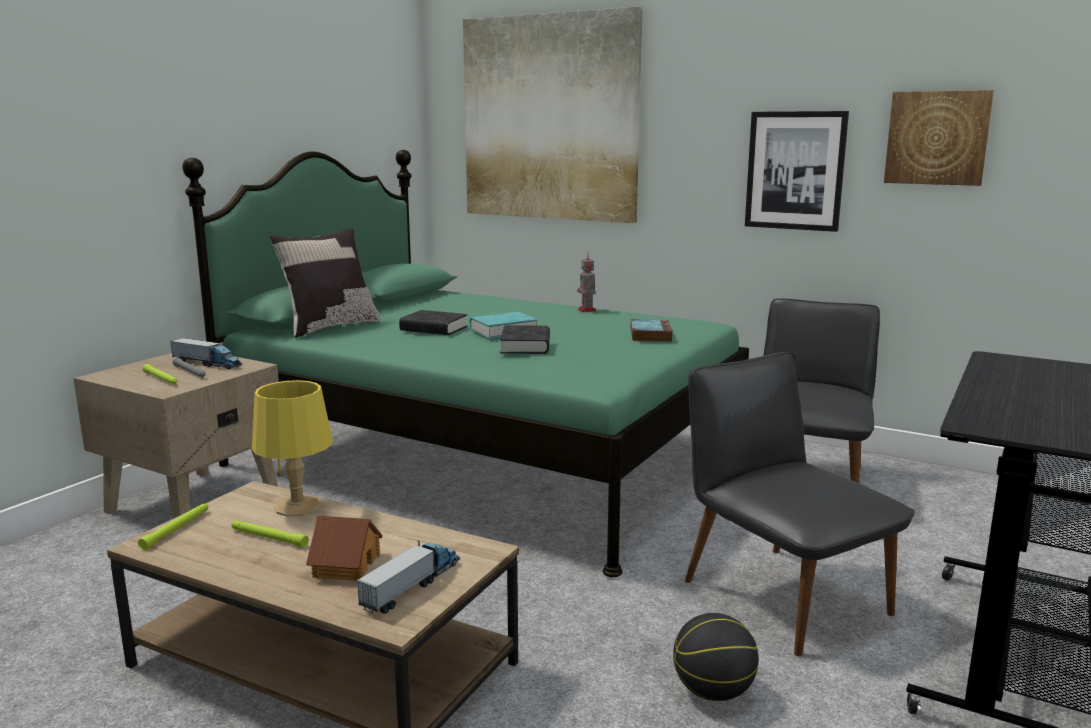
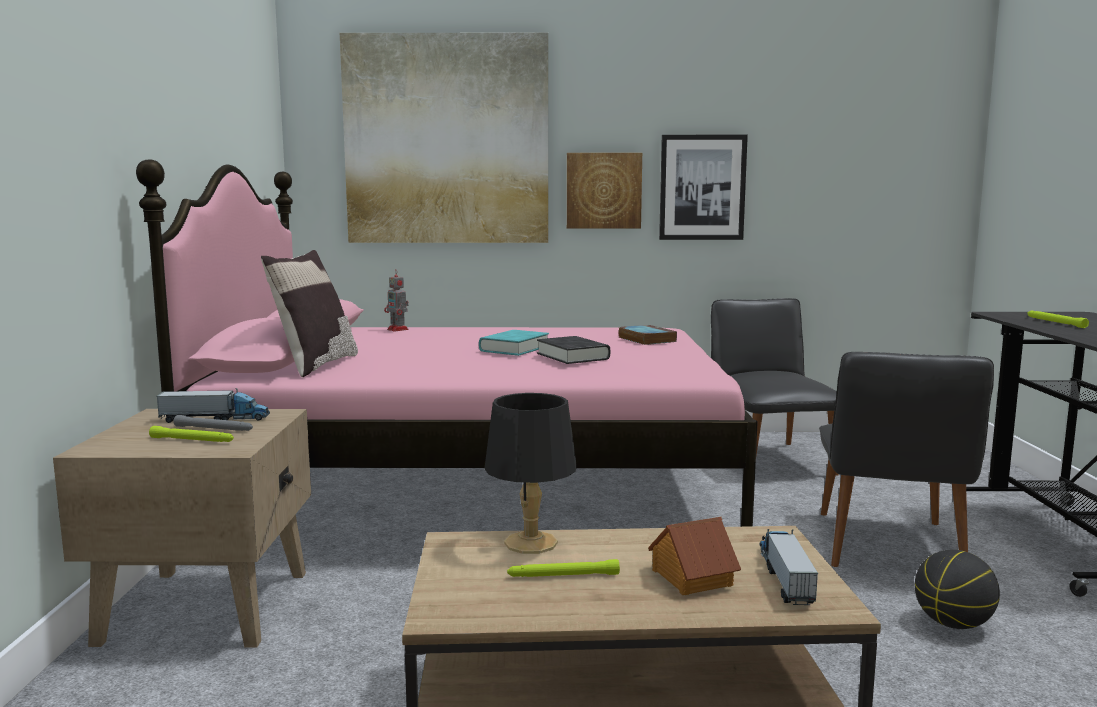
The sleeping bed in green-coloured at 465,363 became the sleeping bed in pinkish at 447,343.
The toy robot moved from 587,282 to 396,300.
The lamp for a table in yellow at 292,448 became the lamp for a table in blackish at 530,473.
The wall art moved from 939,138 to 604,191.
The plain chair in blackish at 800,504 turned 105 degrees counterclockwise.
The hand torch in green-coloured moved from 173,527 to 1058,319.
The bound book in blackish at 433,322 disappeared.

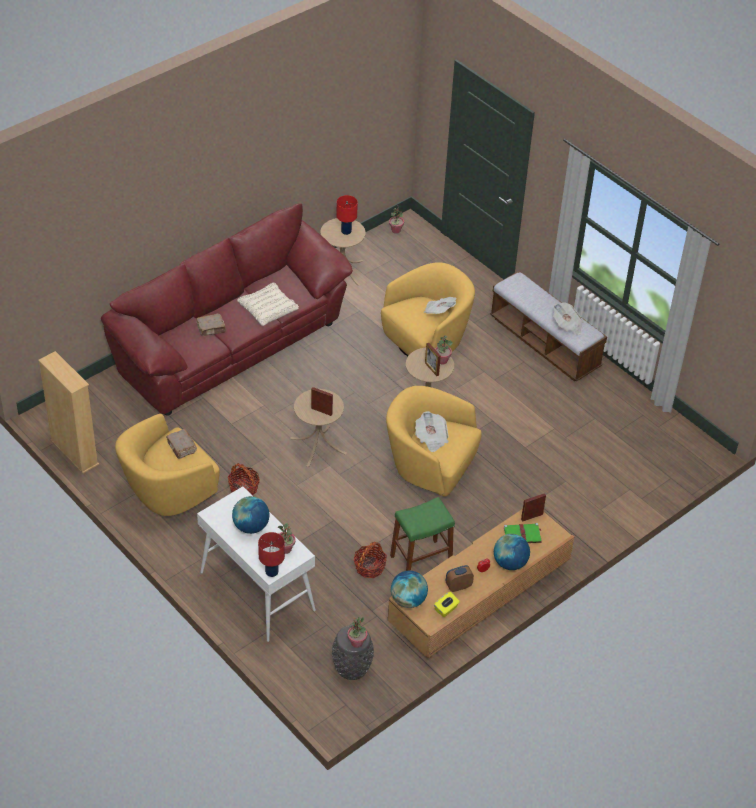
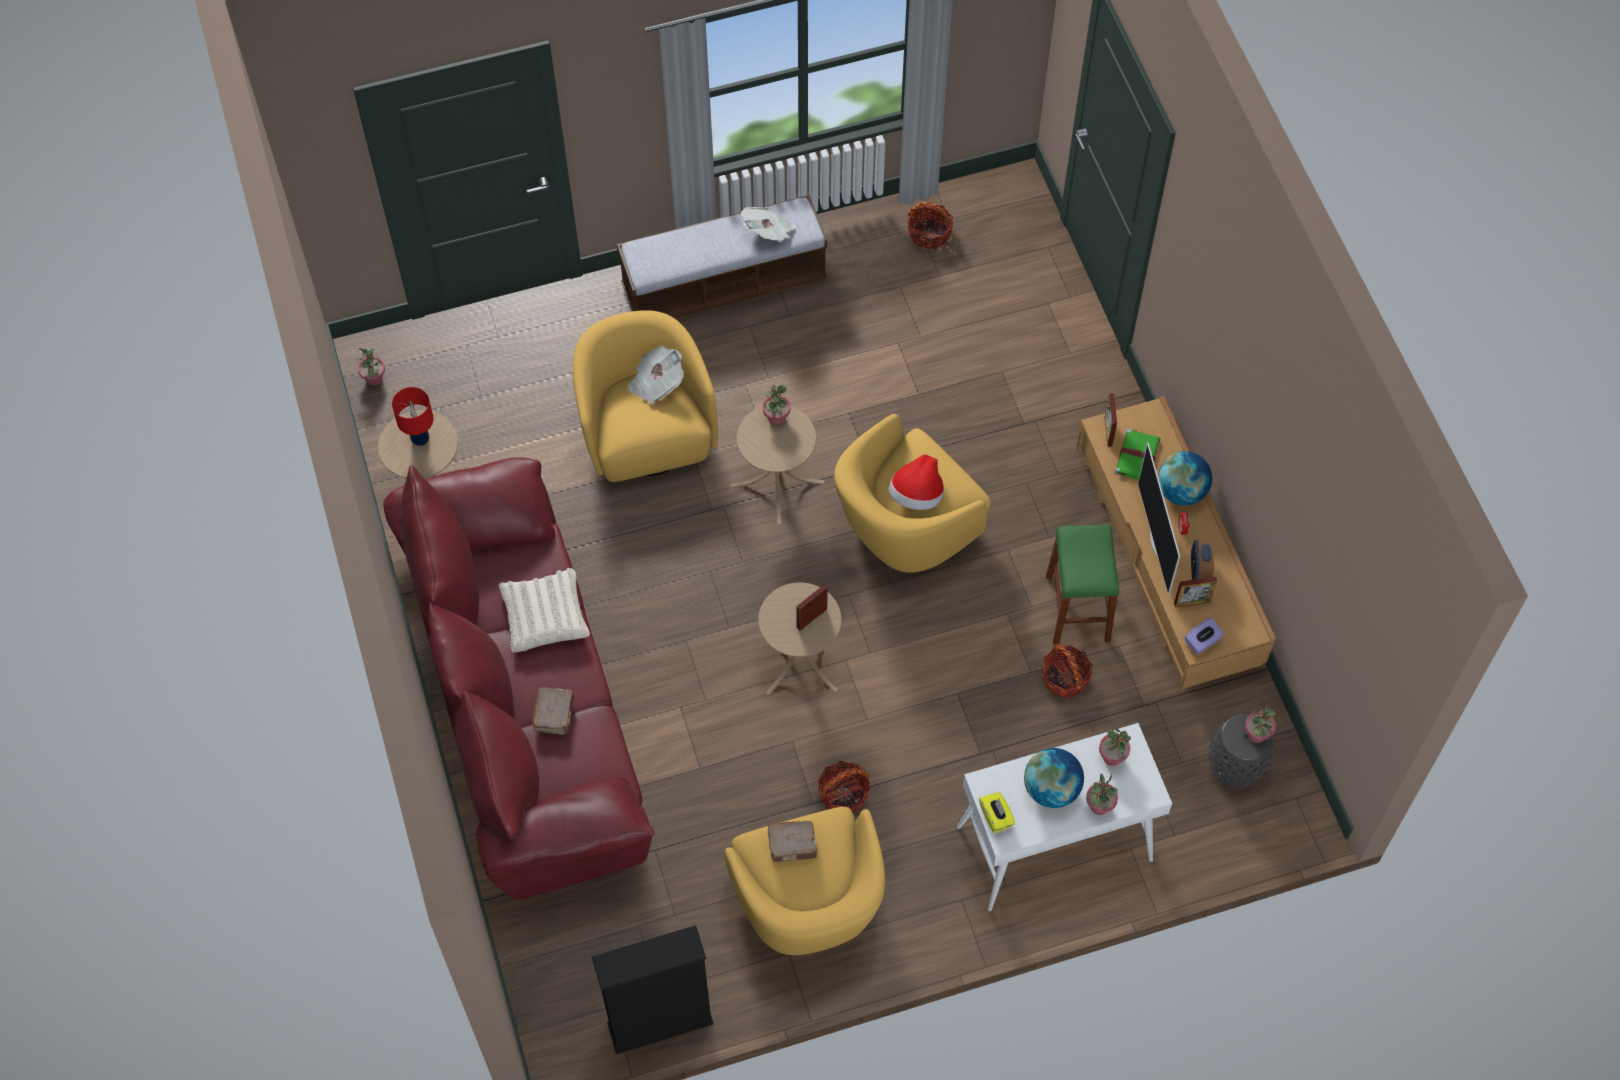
The bookcase in sand-coloured at 68,412 became the bookcase in blackish at 653,989.
The printed paper at 432,431 was replaced by the clothing hat at 916,482.
The household basket at 930,225 appeared.
The tissue holder in yellow moved from 447,604 to 997,812.
The houseplant at 1102,794 appeared.
The TV set at 1159,519 appeared.
The picture frame moved from 433,359 to 1195,592.
The globe at 409,589 was replaced by the tissue holder in purple at 1204,636.
The lamp for a table in red at 271,554 disappeared.

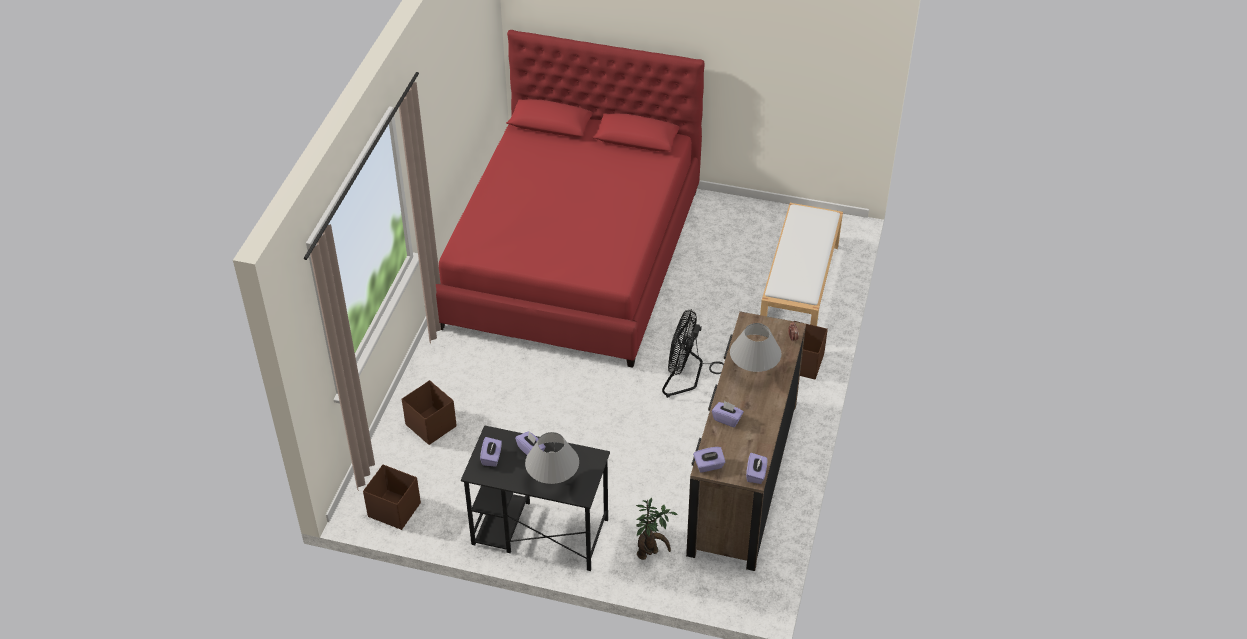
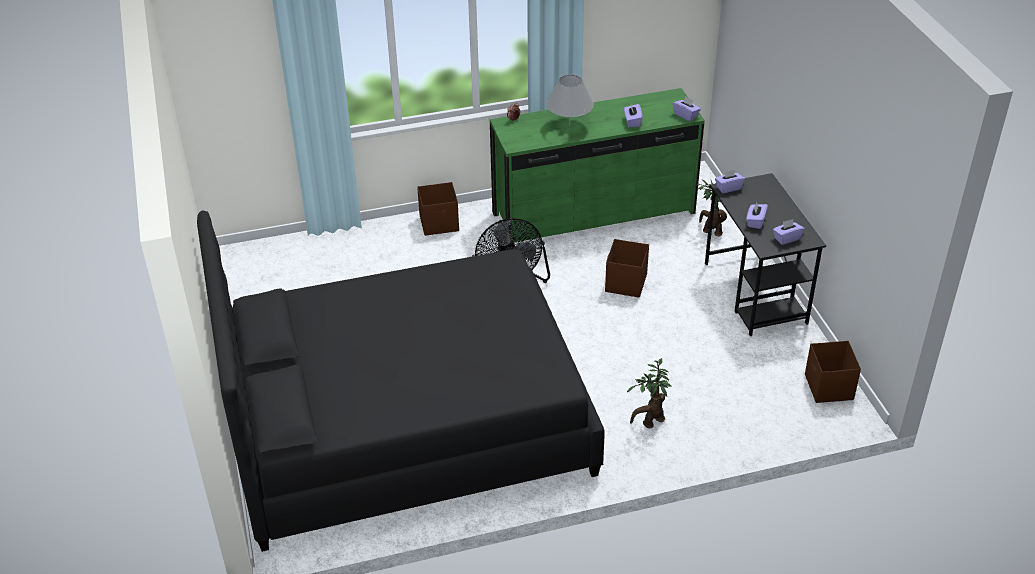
The sleeping bed in red at 570,199 became the sleeping bed in blackish at 401,381.
The dresser in brown at 746,441 became the dresser in green-coloured at 597,165.
The storage container in brown moved from 429,412 to 627,268.
The houseplant at 649,393 appeared.
The tissue holder in purple moved from 756,468 to 730,181.
The lamp for a table in grey at 552,458 disappeared.
The long seat in whitish at 801,264 disappeared.

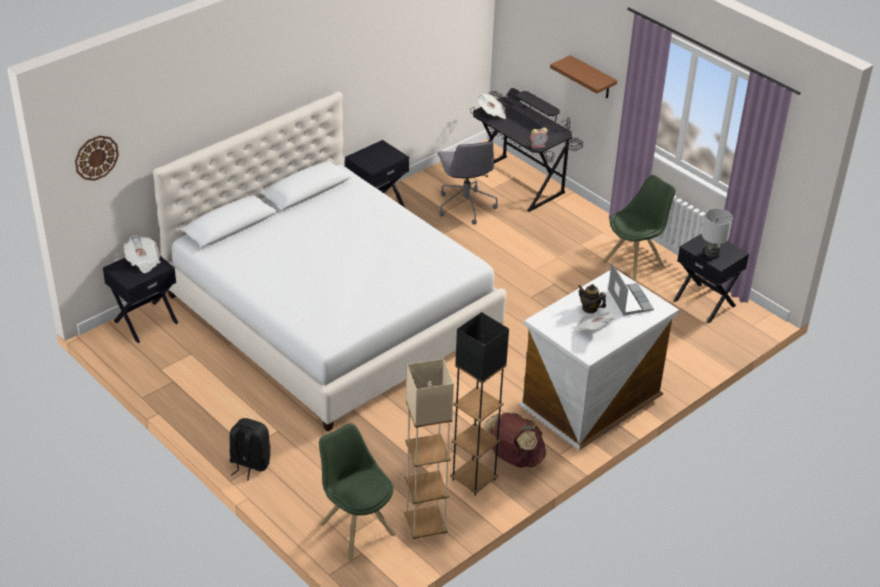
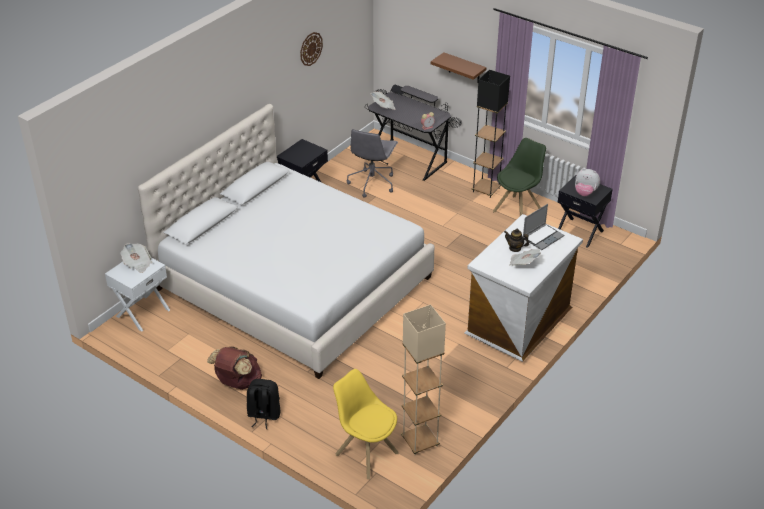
The bedside table in blackish at 140,299 became the bedside table in whitish at 137,295.
The backpack in brown moved from 514,440 to 234,368.
The hanging clock moved from 97,158 to 311,49.
The plain chair in green-coloured at 357,491 became the plain chair in yellow at 366,424.
The computer chair in grey at 467,183 turned 45 degrees clockwise.
The standard lamp in blackish moved from 479,404 to 491,134.
The portable computer at 631,289 turned 75 degrees clockwise.
The lamp for a table in grey at 717,233 was replaced by the plush toy at 587,182.

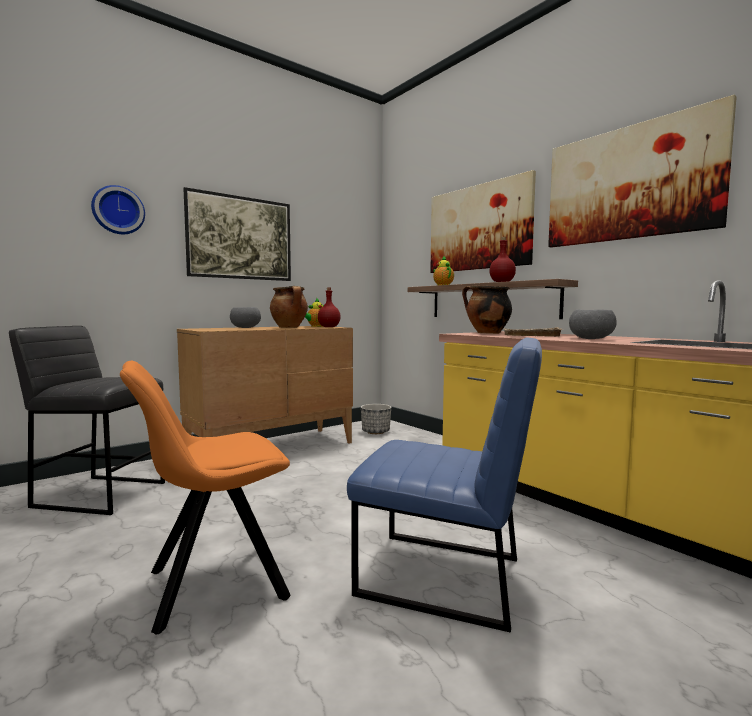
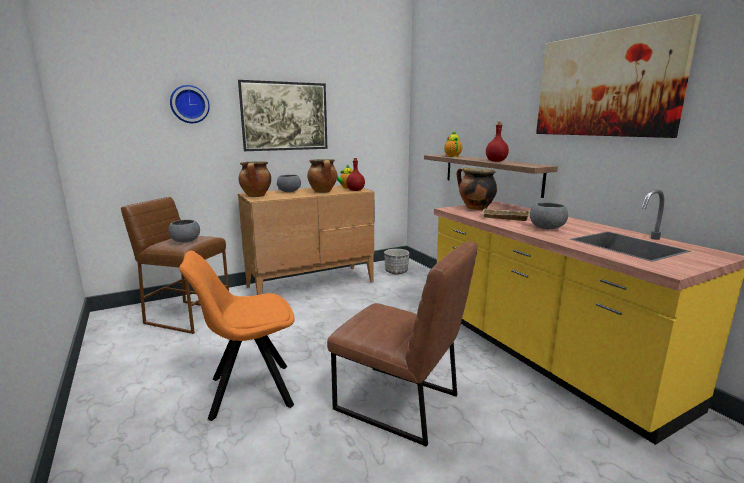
The stool in grey at 87,420 became the stool in brown at 175,265.
The bowl in grey at 184,231 appeared.
The stockpot at 255,179 appeared.
The plain chair in blue at 444,484 became the plain chair in brown at 402,344.
The wall art at 483,221 disappeared.

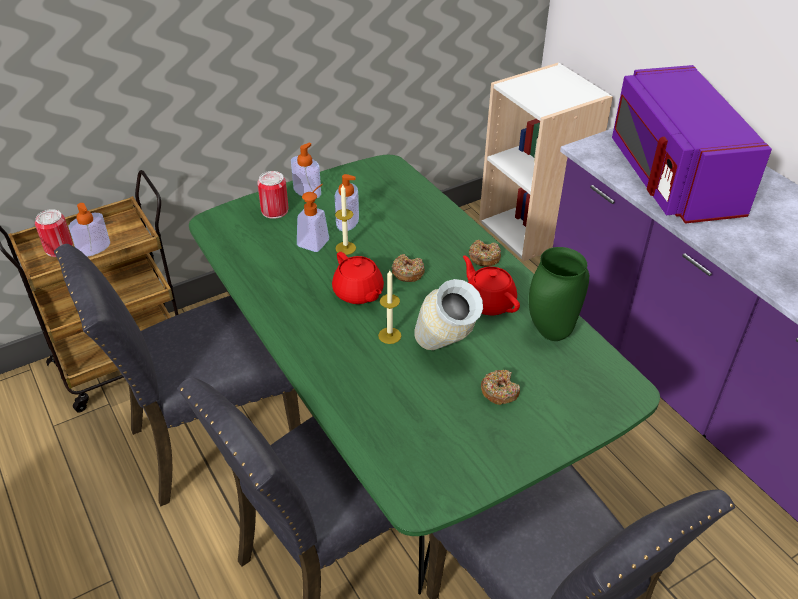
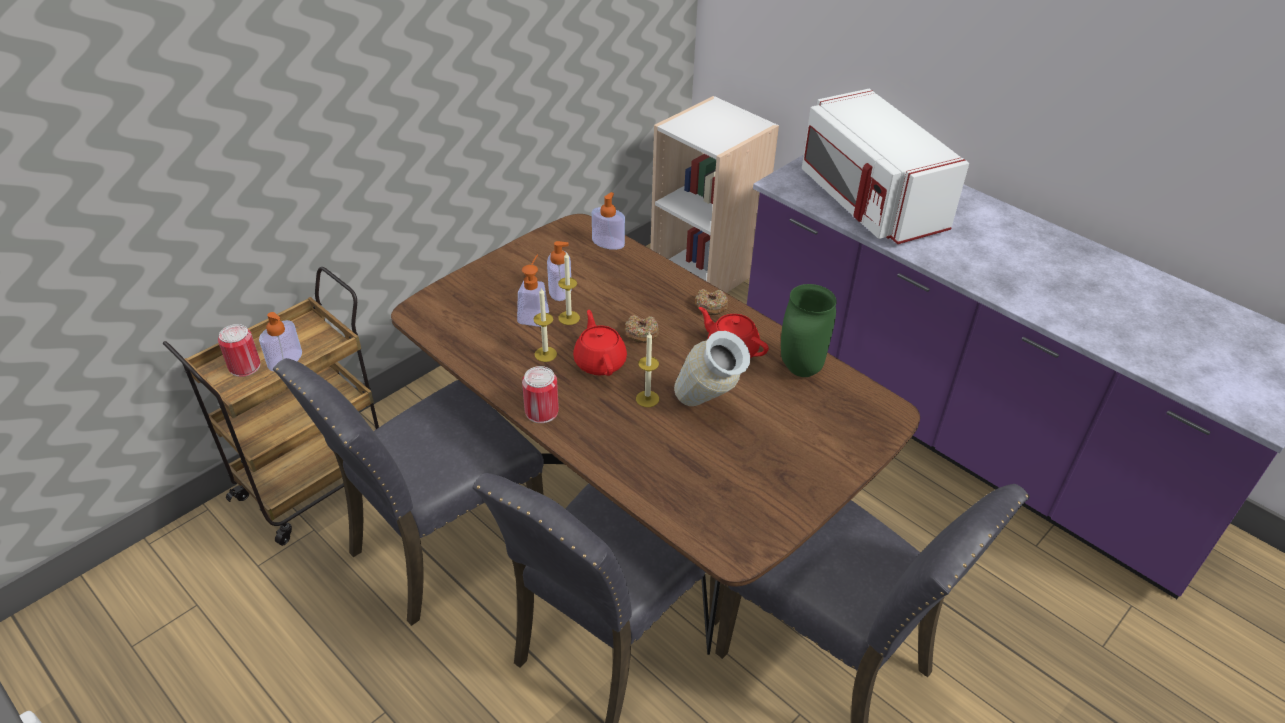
The dinner table in green-coloured at 424,375 became the dinner table in brown at 655,434.
The can moved from 272,195 to 540,394.
The wax candle at 545,324 appeared.
The teapot in red at 358,278 turned 150 degrees counterclockwise.
The soap bottle moved from 306,170 to 608,221.
The kitchen microwave in purple at 692,144 became the kitchen microwave in whitish at 885,166.
The doughnut at 500,387 disappeared.

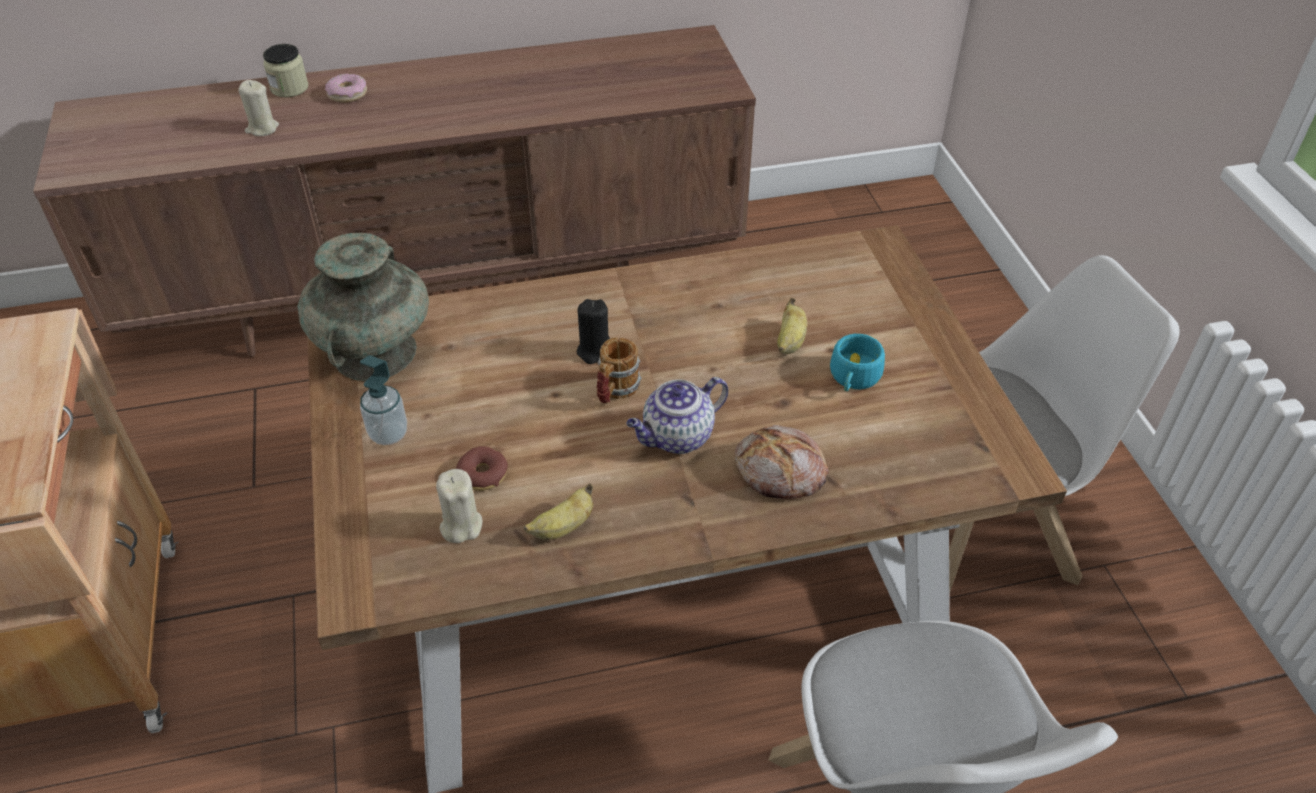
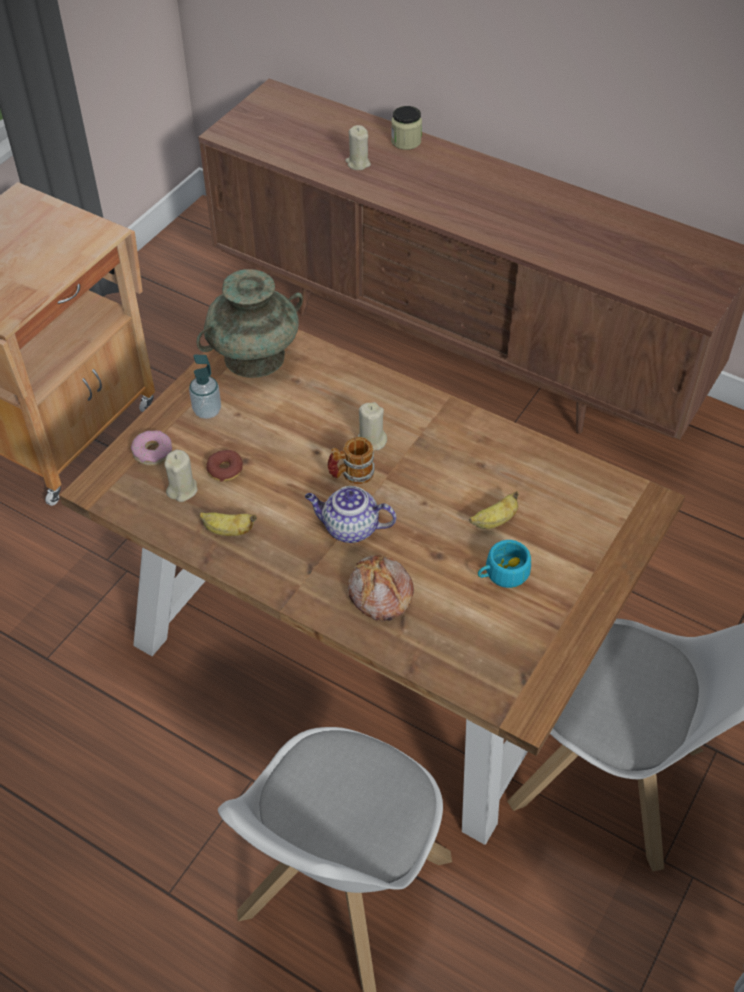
The doughnut moved from 346,88 to 151,448.
The wax candle in blackish at 593,331 became the wax candle in sand-coloured at 372,426.

